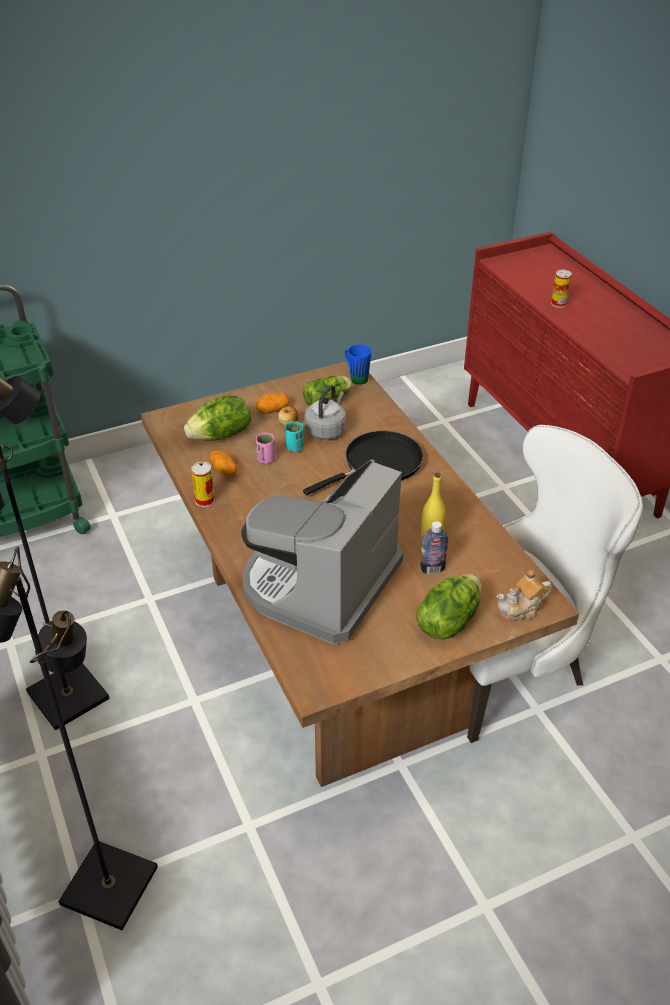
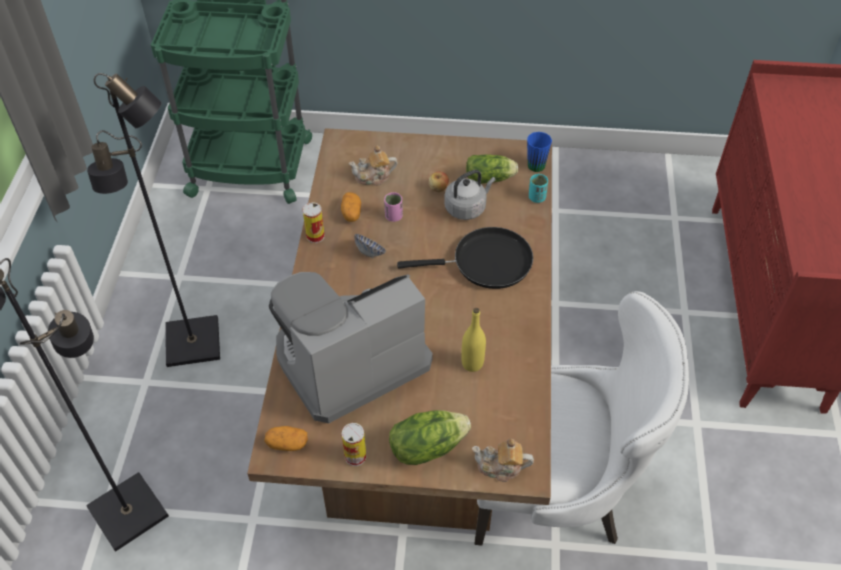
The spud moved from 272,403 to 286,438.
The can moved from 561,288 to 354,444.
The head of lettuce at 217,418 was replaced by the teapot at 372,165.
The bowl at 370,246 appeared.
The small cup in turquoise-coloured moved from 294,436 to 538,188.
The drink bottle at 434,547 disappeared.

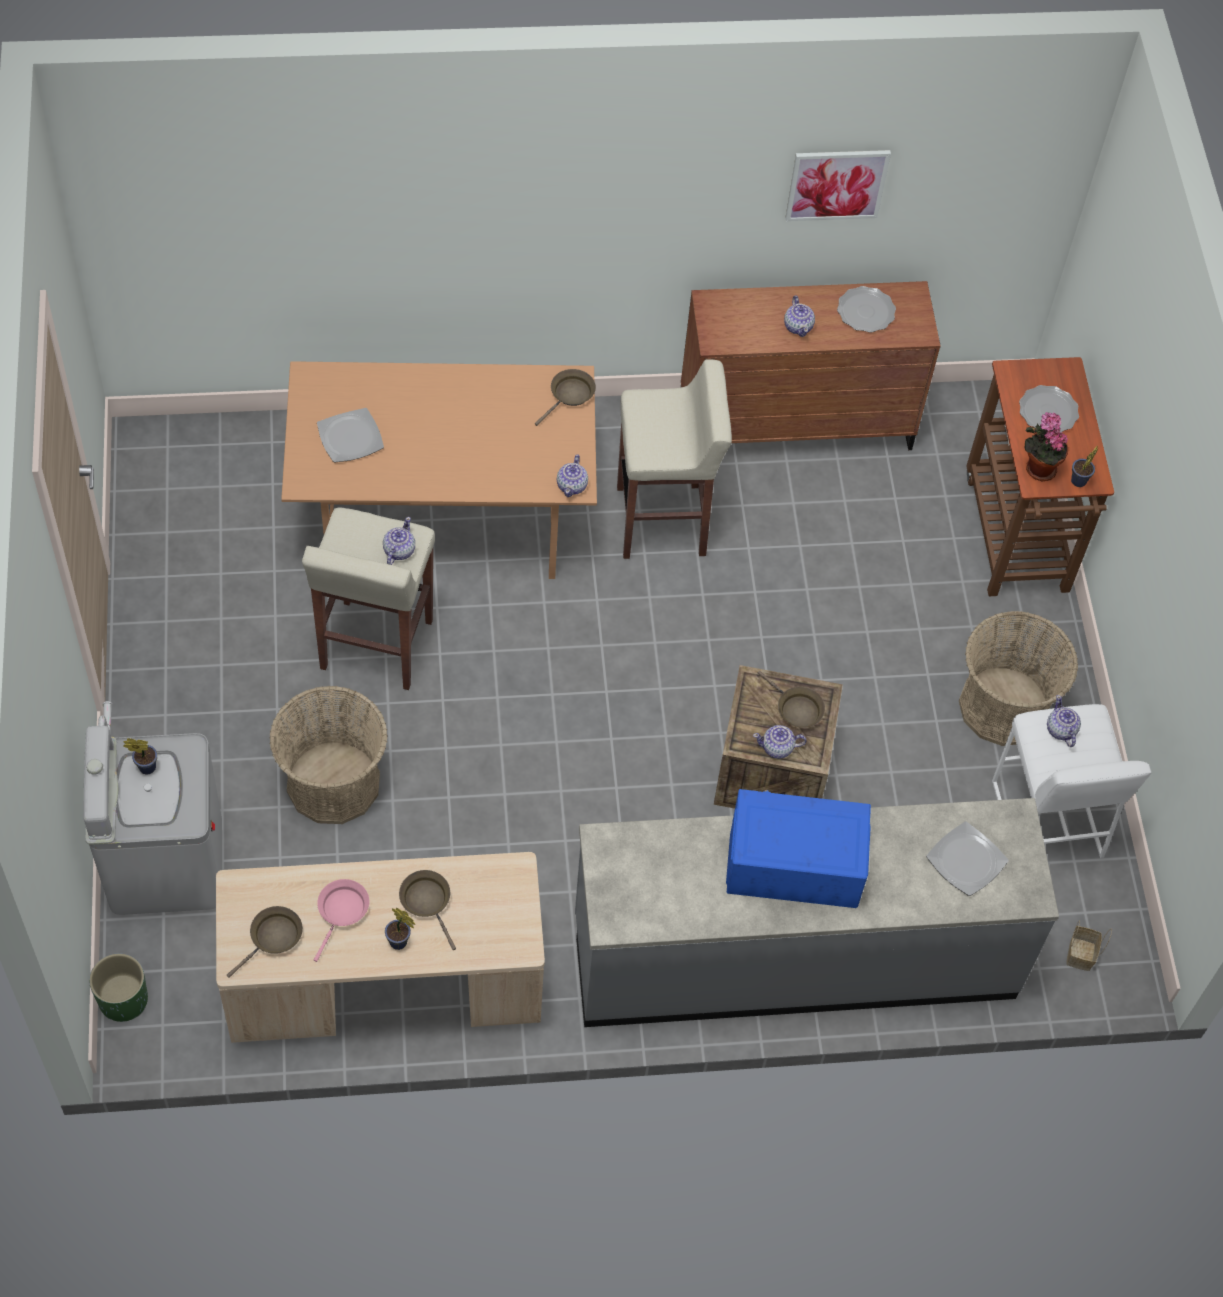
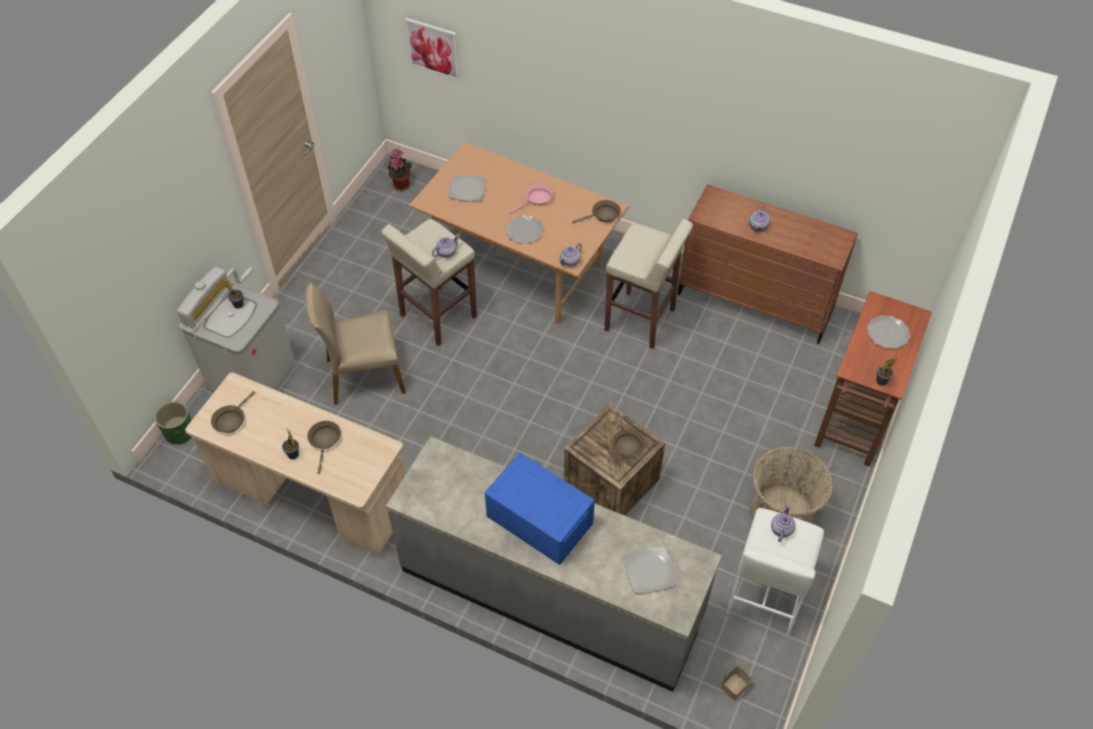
The pan in brown at 265,942 turned 135 degrees clockwise.
The household basket at 328,754 was replaced by the plain chair in sand-coloured at 355,344.
The houseplant moved from 1046,447 to 399,169.
The wall art moved from 838,185 to 432,49.
The flat dish moved from 866,309 to 524,229.
The pan in pinkish moved from 341,920 to 531,198.
The teapot at 780,742 disappeared.

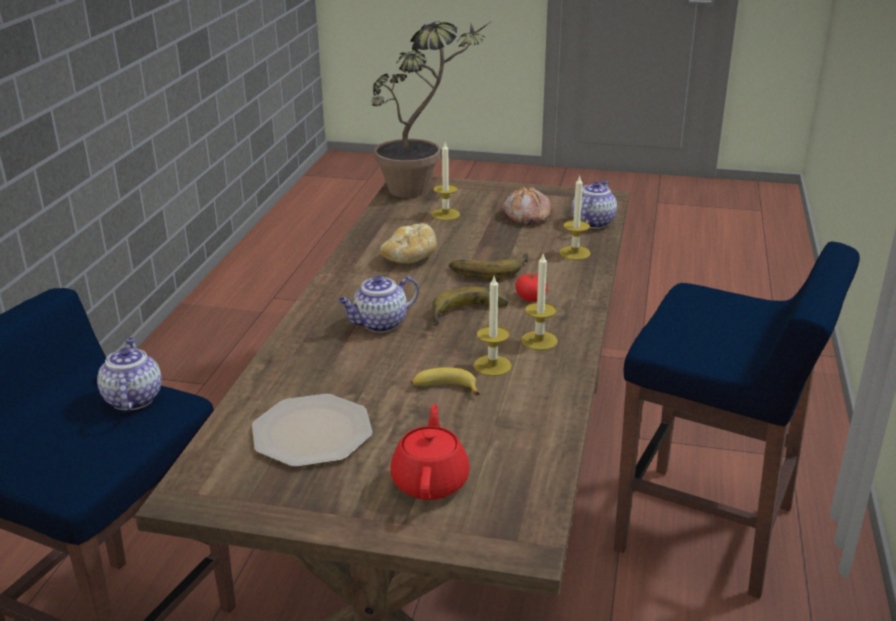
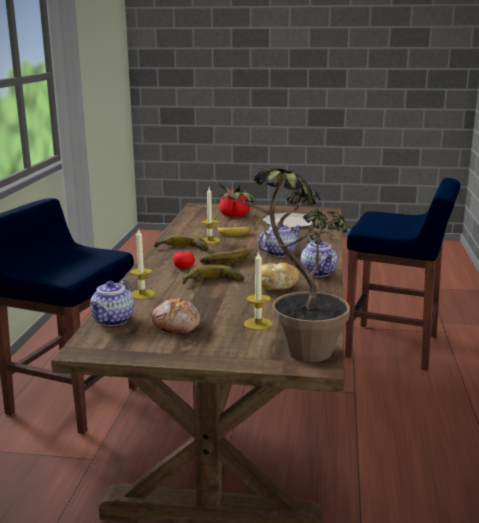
The wax candle at 539,302 was replaced by the banana fruit at 181,242.
The teapot moved from 129,374 to 319,258.

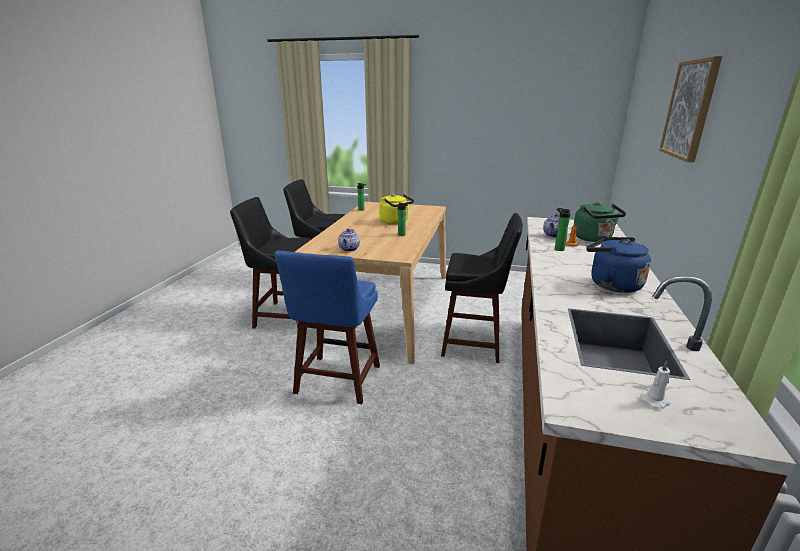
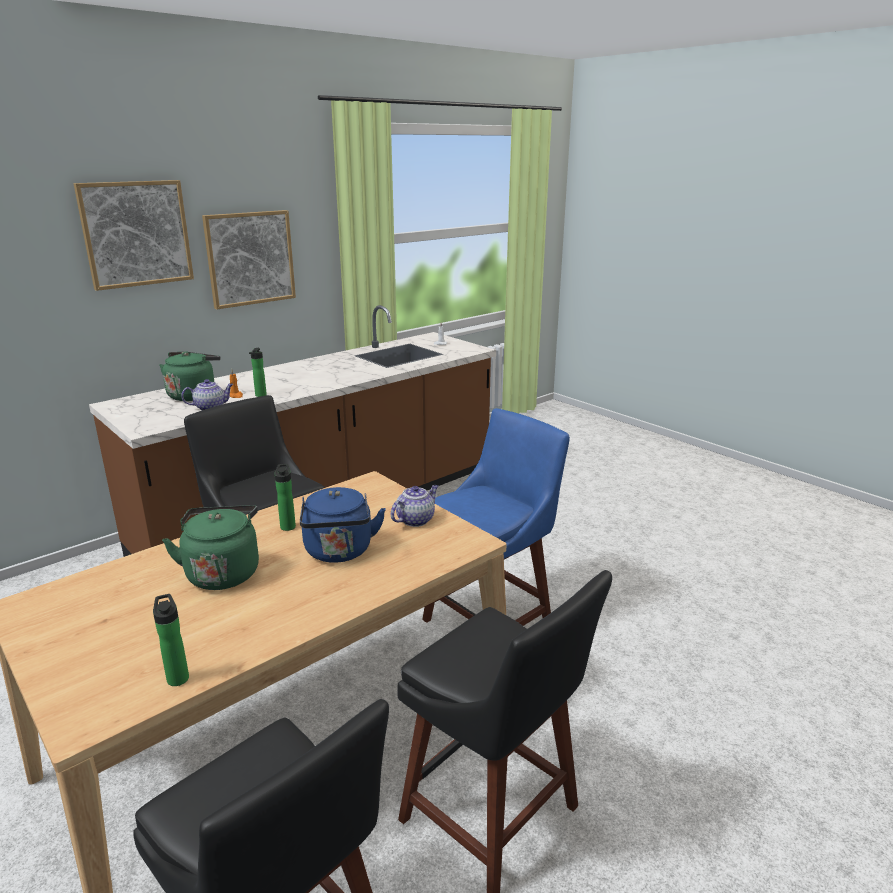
The kettle in yellow at 396,209 became the kettle in green-coloured at 210,547.
The wall art at 249,259 appeared.
The kettle in blue moved from 618,265 to 343,525.

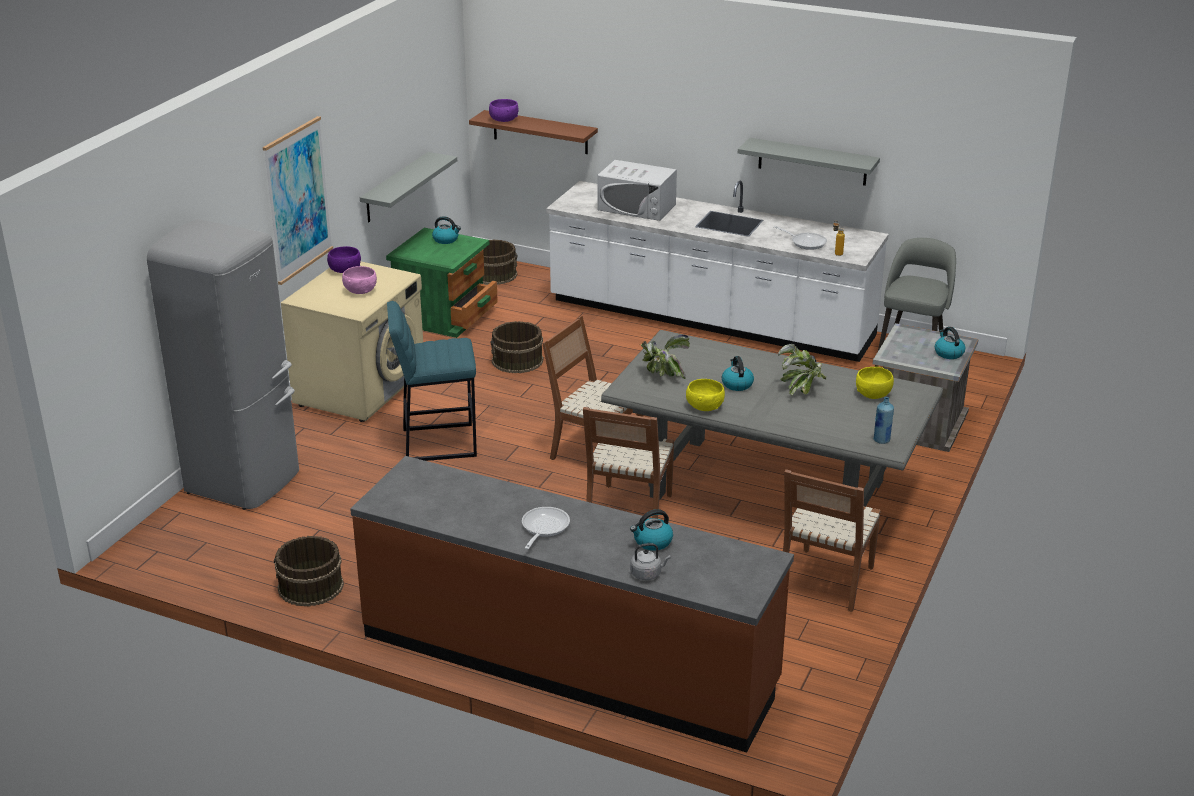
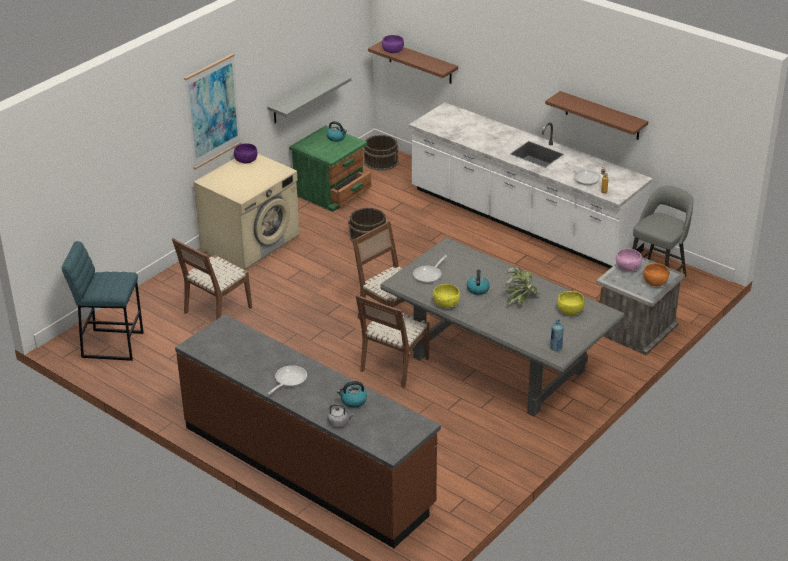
The stool in turquoise-coloured moved from 432,381 to 102,301.
The plain chair moved from 832,540 to 212,279.
The houseplant at 665,357 was replaced by the pan at 430,269.
The bracket shelf in grey at 809,162 became the bracket shelf in brown at 596,115.
The bowl in pinkish moved from 359,280 to 629,260.
The kettle at 950,343 was replaced by the bowl in orangey at 656,274.
The refrigerator in grey at 223,364 disappeared.
The water bucket in brown at 309,571 disappeared.
The kitchen microwave in whitish at 637,190 disappeared.

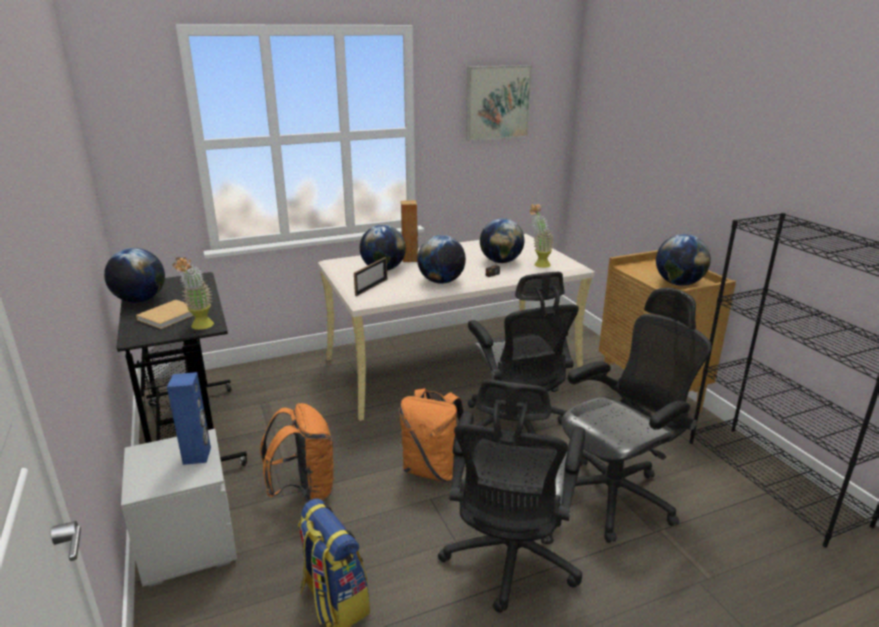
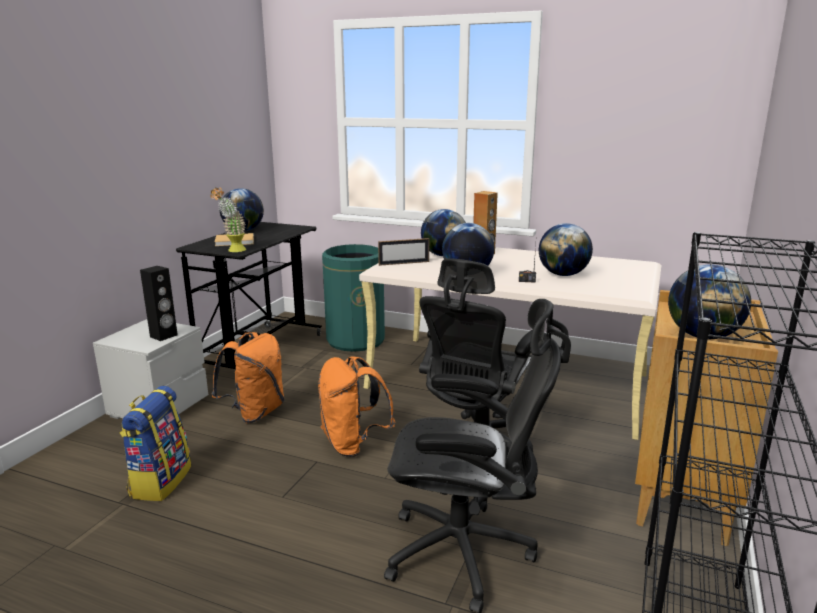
The audio speaker in blue at 189,418 became the audio speaker in blackish at 159,303.
The waste bin in green-coloured at 353,298 appeared.
The computer chair at 511,496 disappeared.
The wall art at 499,103 disappeared.
The houseplant at 542,236 disappeared.

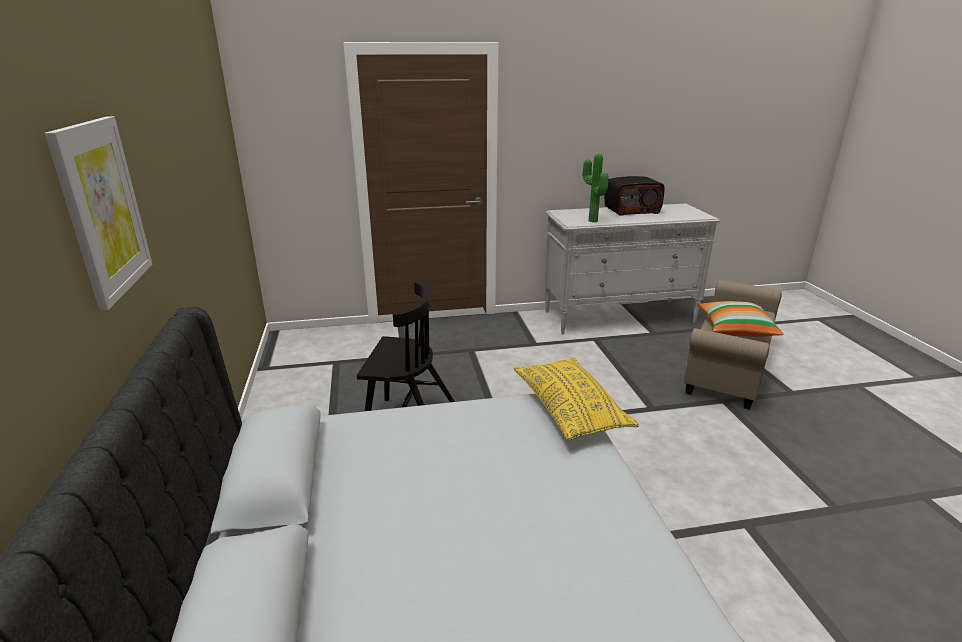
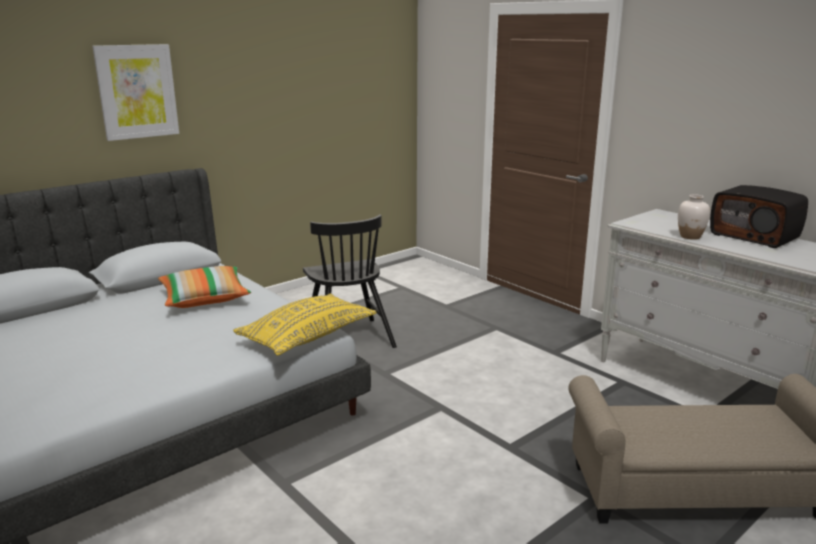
The throw pillow moved from 740,319 to 204,287.
The decorative vase in whitish at 694,217 appeared.
The houseplant at 596,187 disappeared.

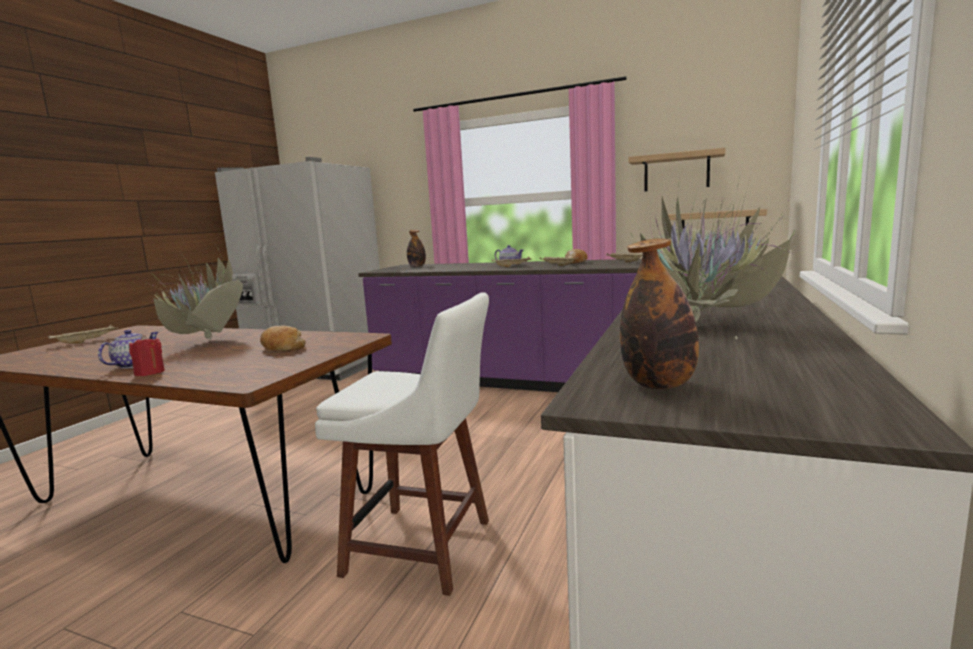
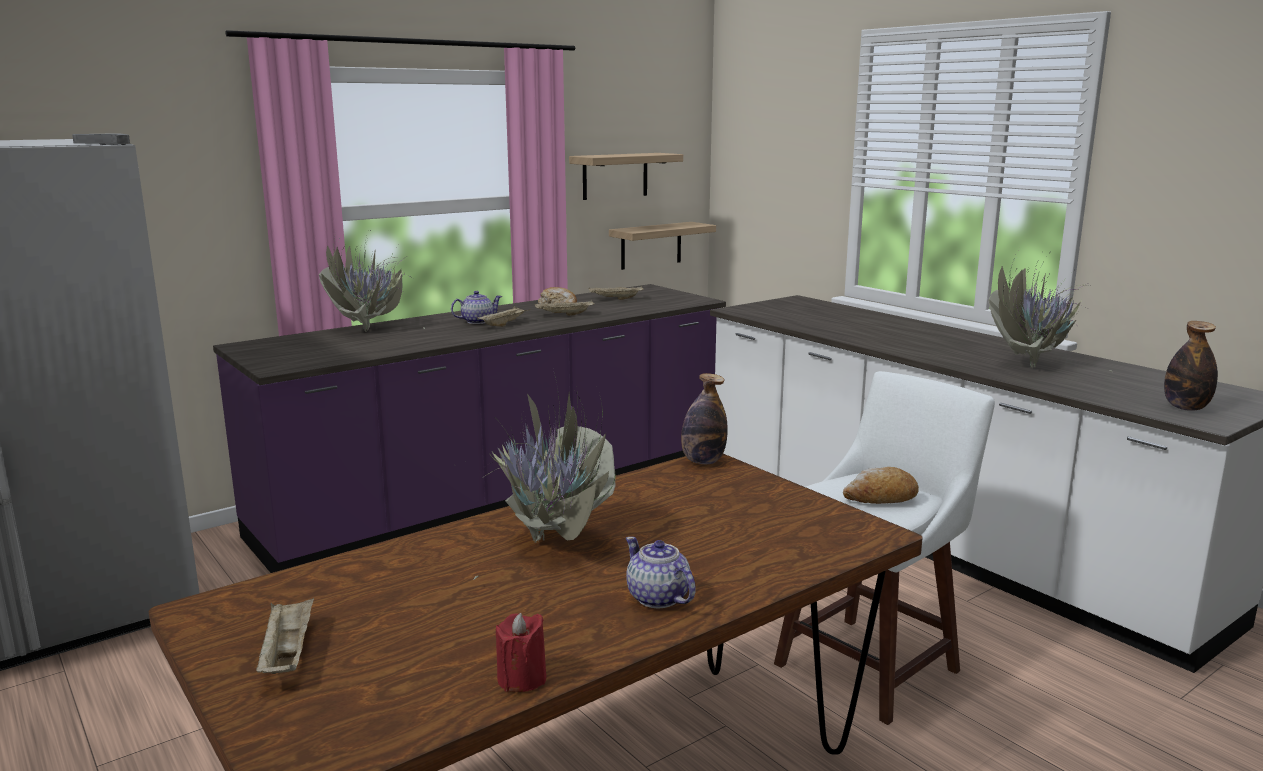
The houseplant at 372,282 appeared.
The wax candle in red moved from 147,355 to 521,652.
The drink bottle moved from 416,248 to 704,418.
The baked bread moved from 283,338 to 881,485.

